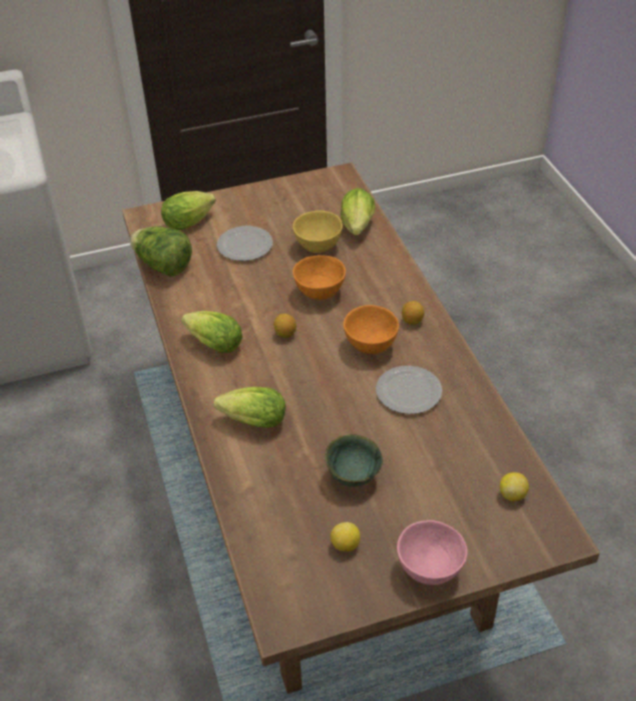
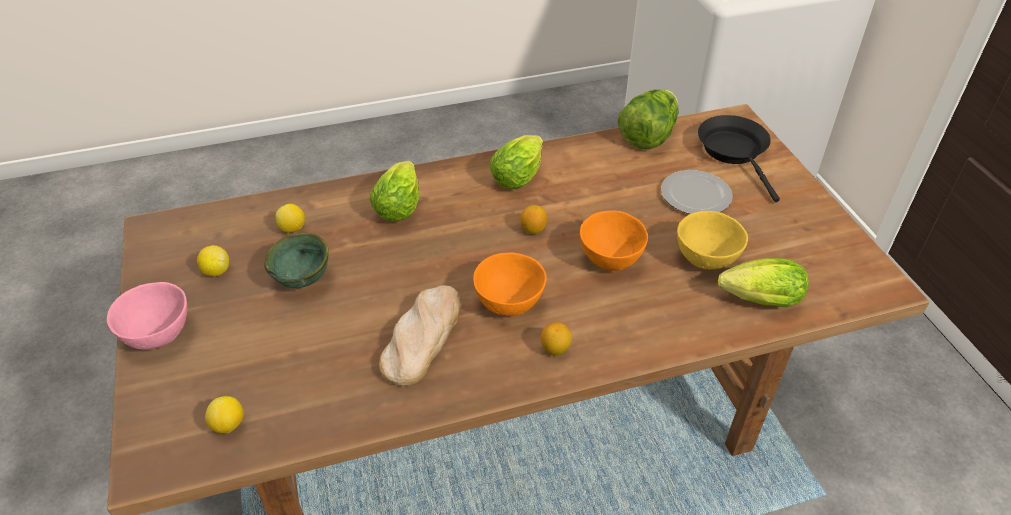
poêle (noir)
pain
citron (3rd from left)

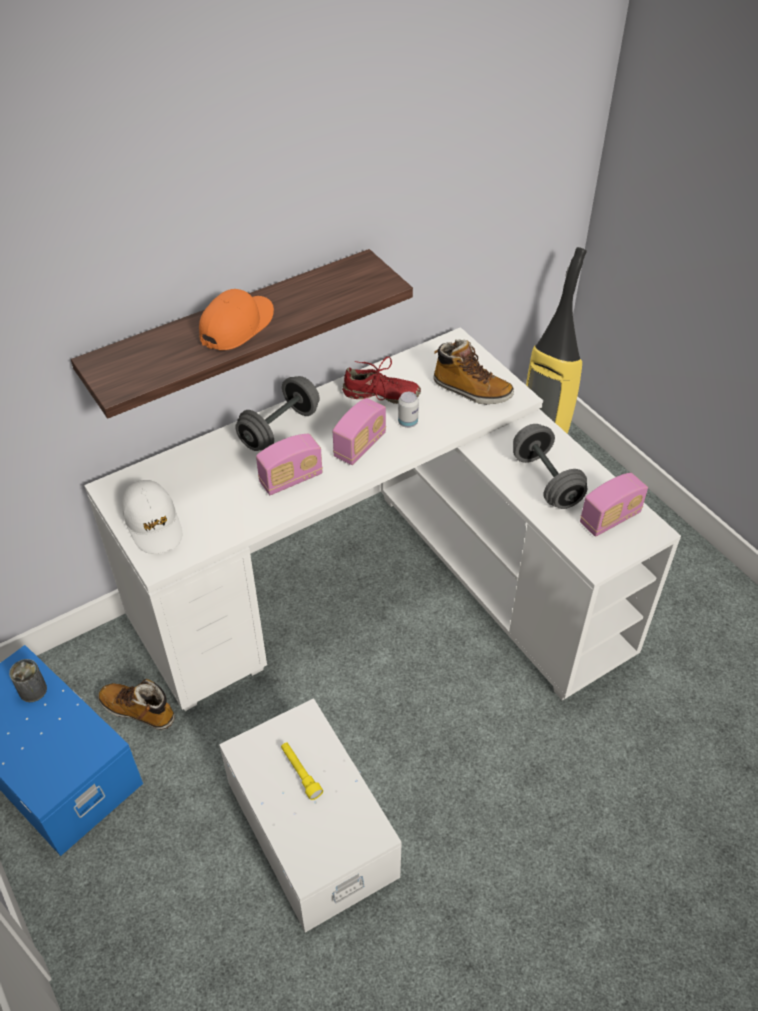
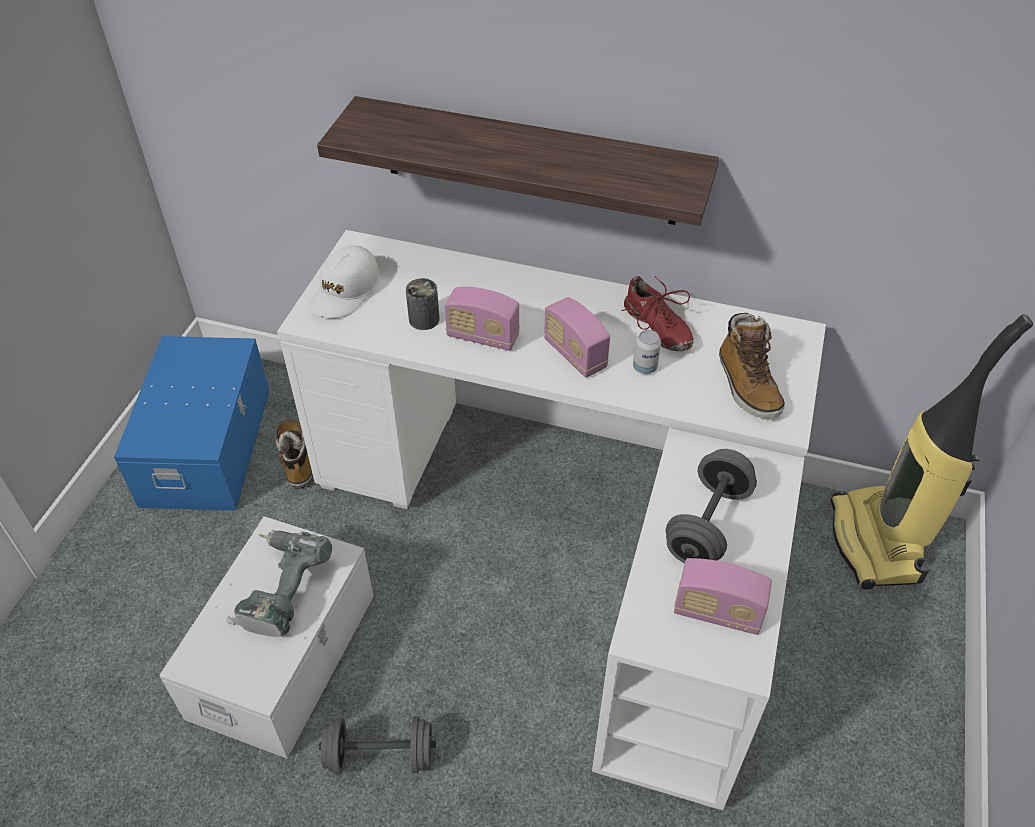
casquette (orange)
haltère (gris) (1st from left)
radio (2nd from left)
boîte métallique (1st from left)
perceuse

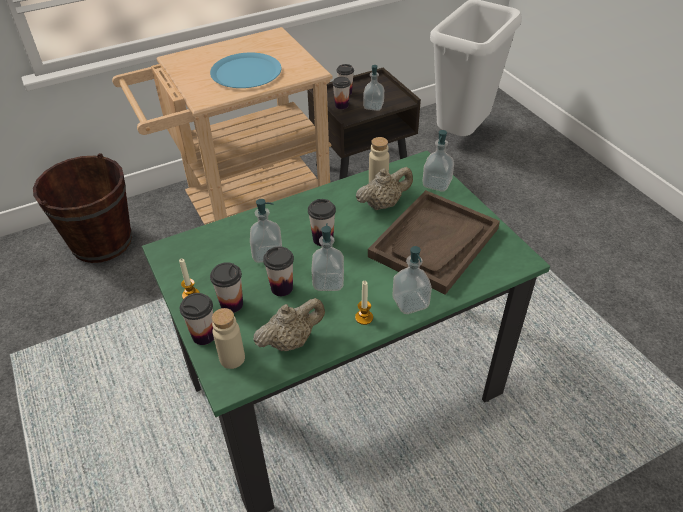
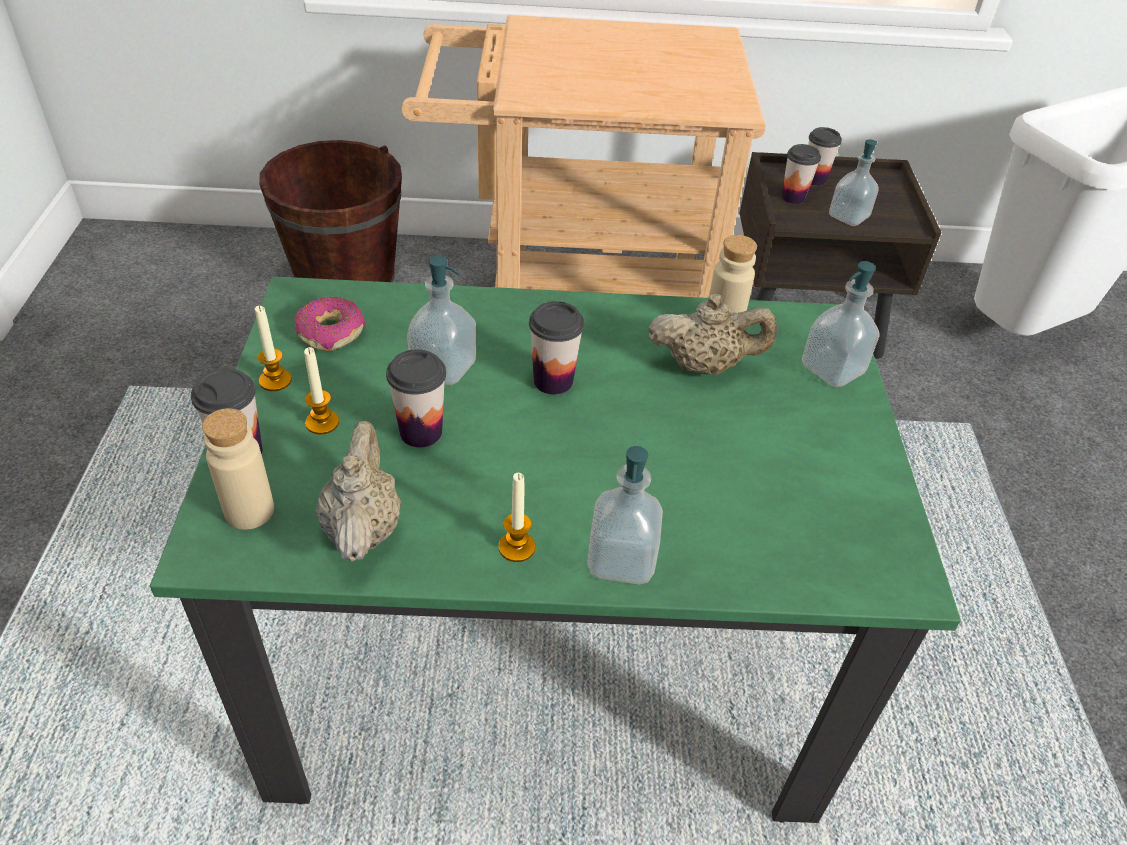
assiette (bleu)
plateau (marron)
distributeur de savon (2nd from left in the first image)
bougie (2nd from left)
théière (beige) (1st from left)
beignet

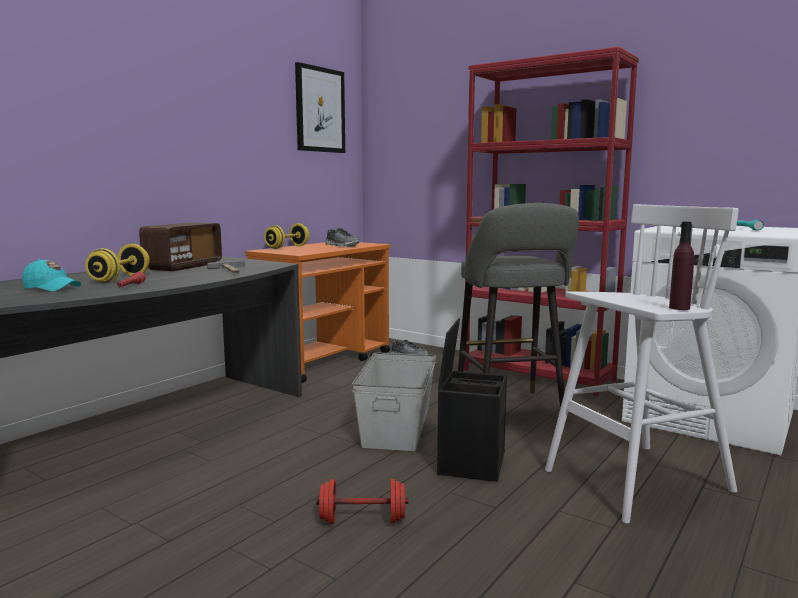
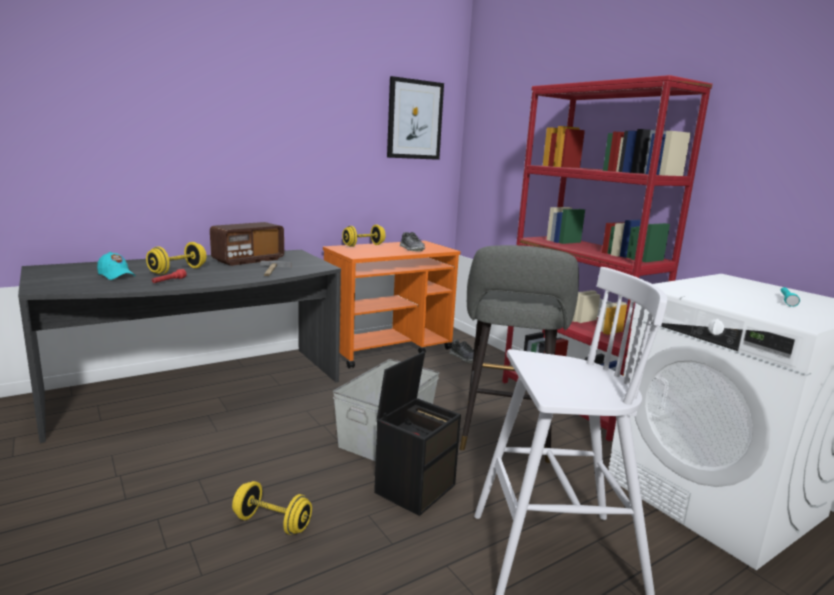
bouteille (violet)
haltère (jaune) (2nd from left)

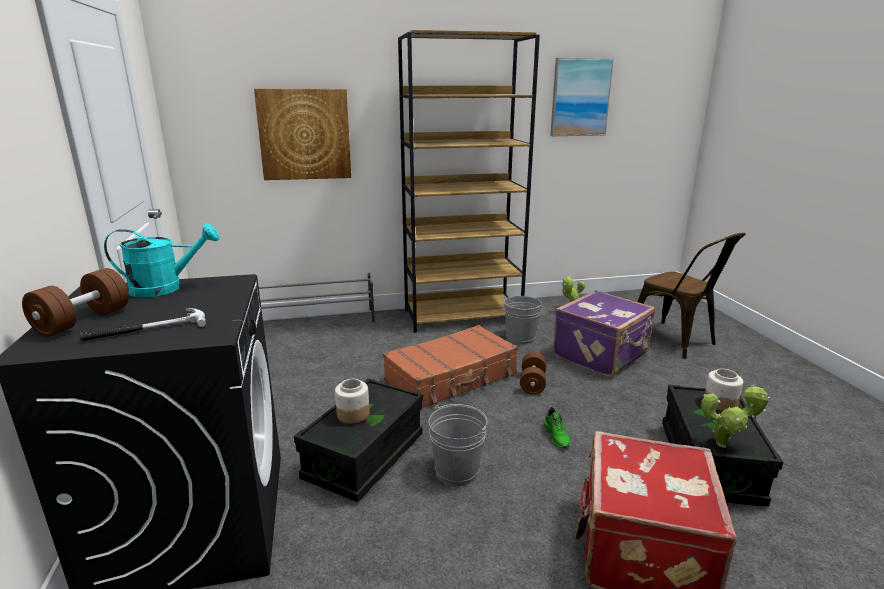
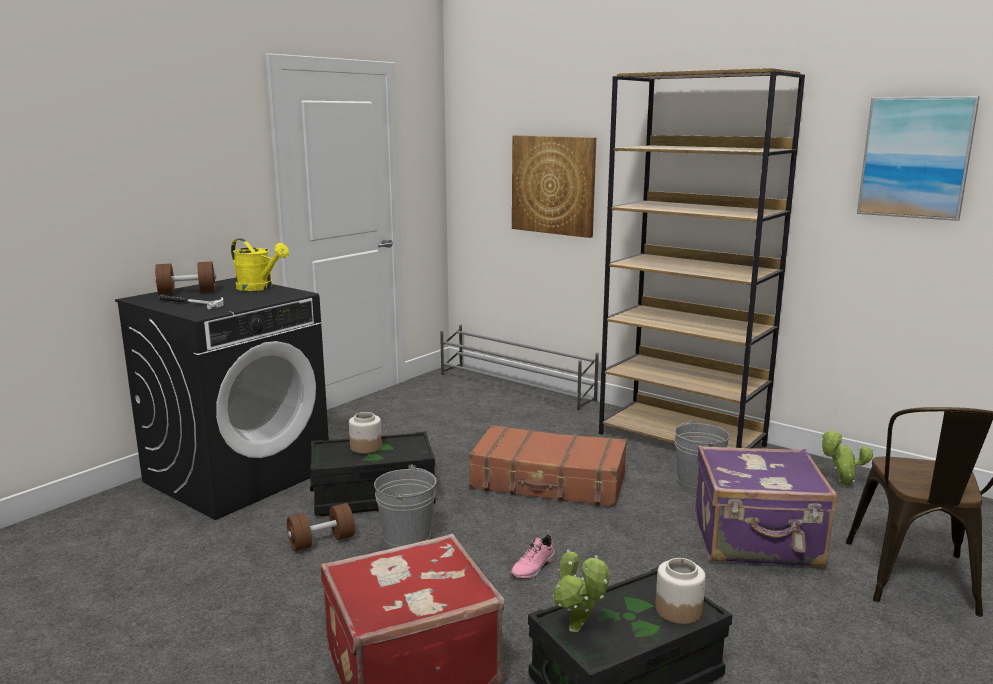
arrosoir (jaune)
haltère (marron) (2nd from left)
chaussure (rose)

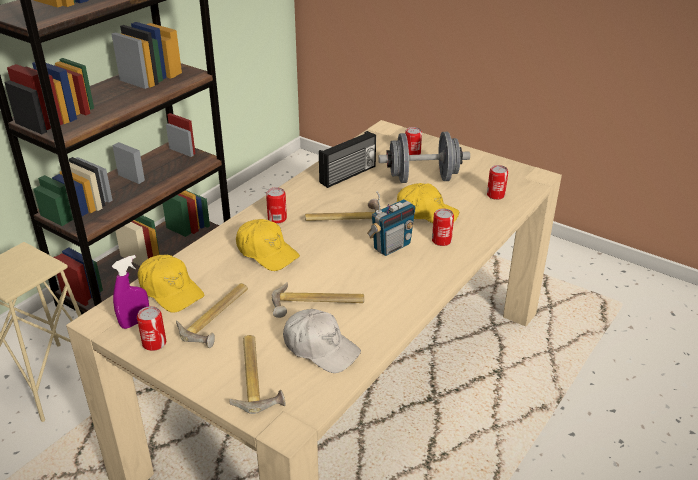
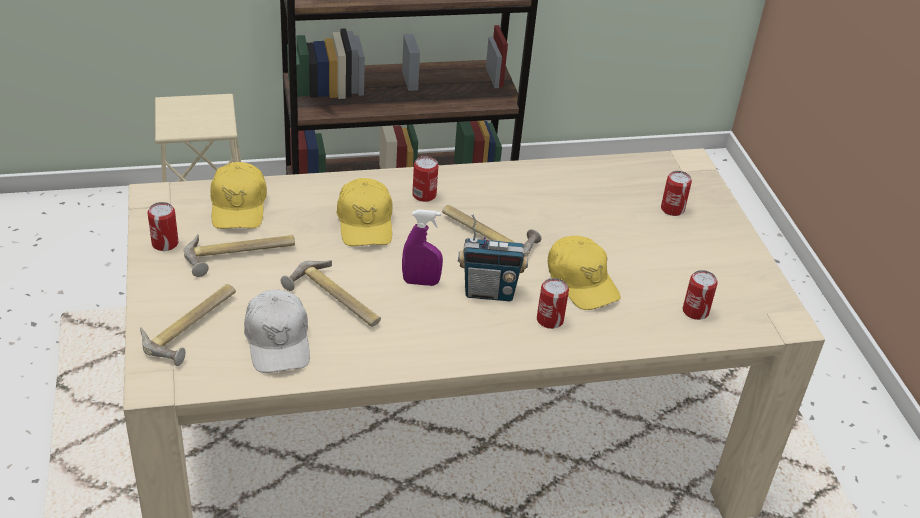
radio (1st from left in the first image)
haltère (gris)
vaporisateur (violet)

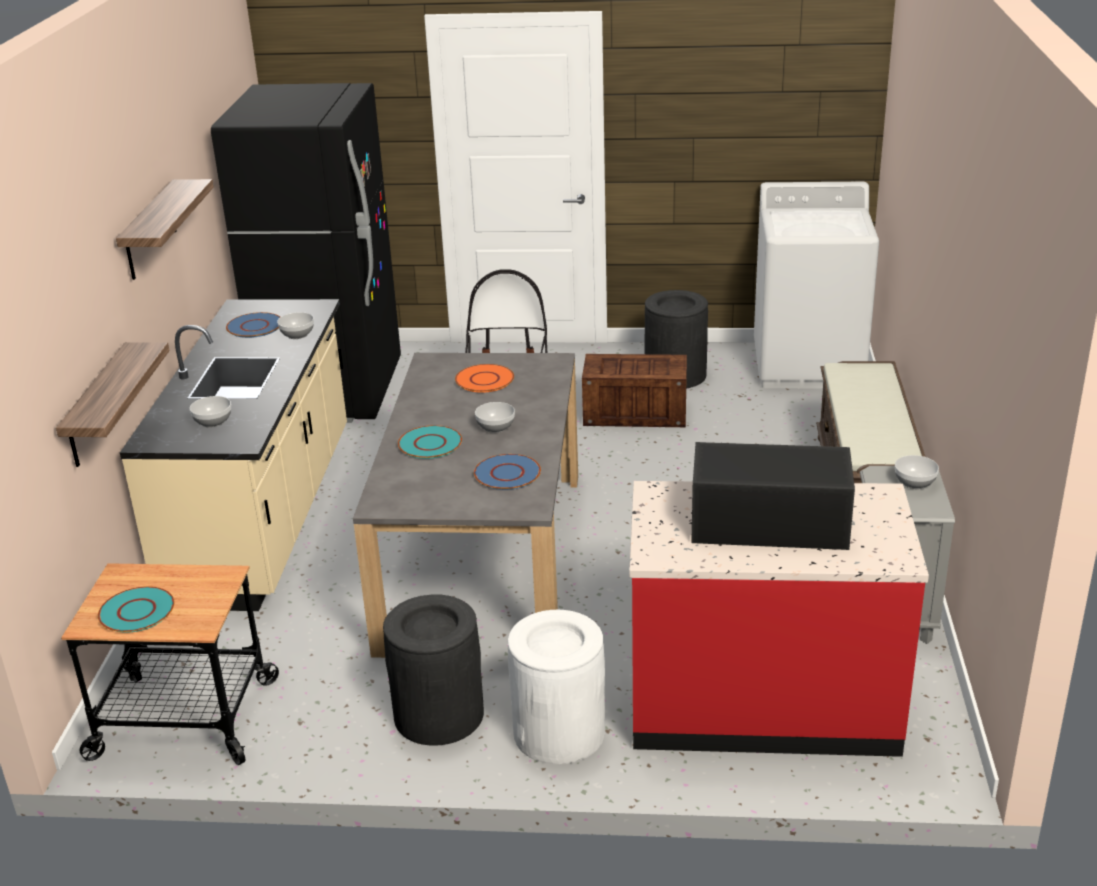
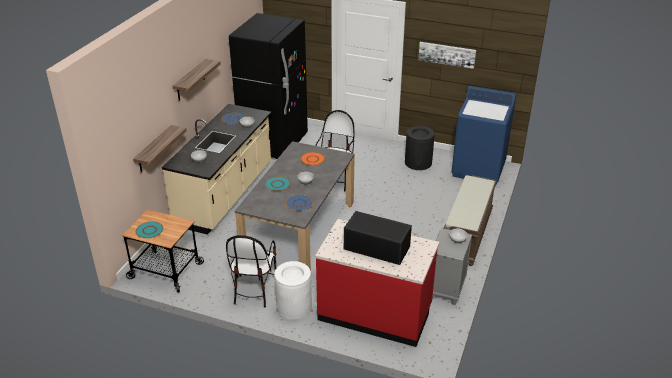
lave-linge (bleu)
caisse
chaise (1st from left)
tableau

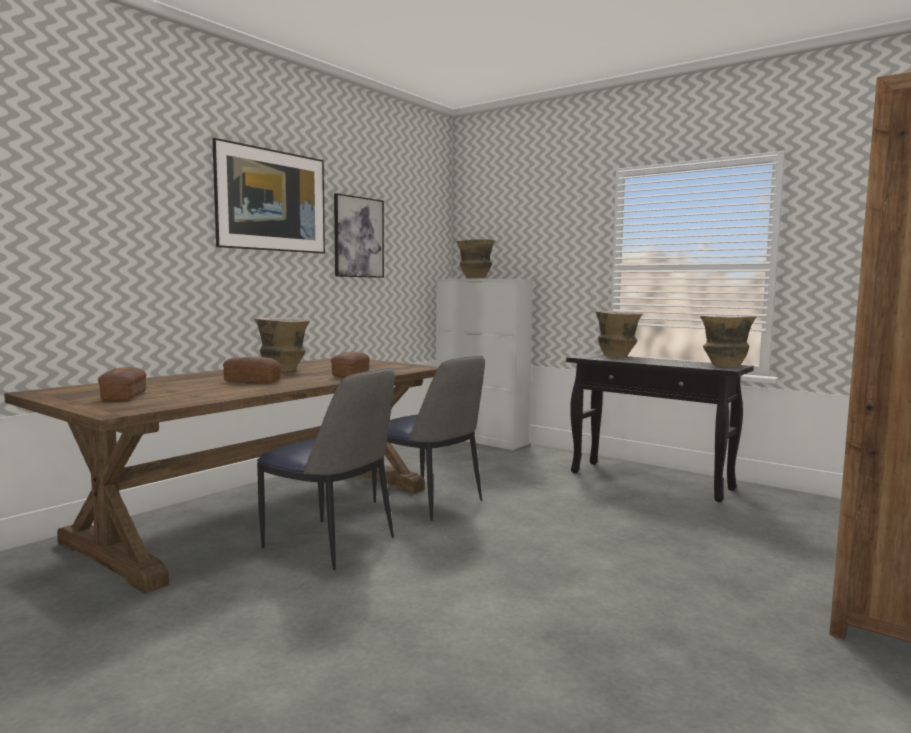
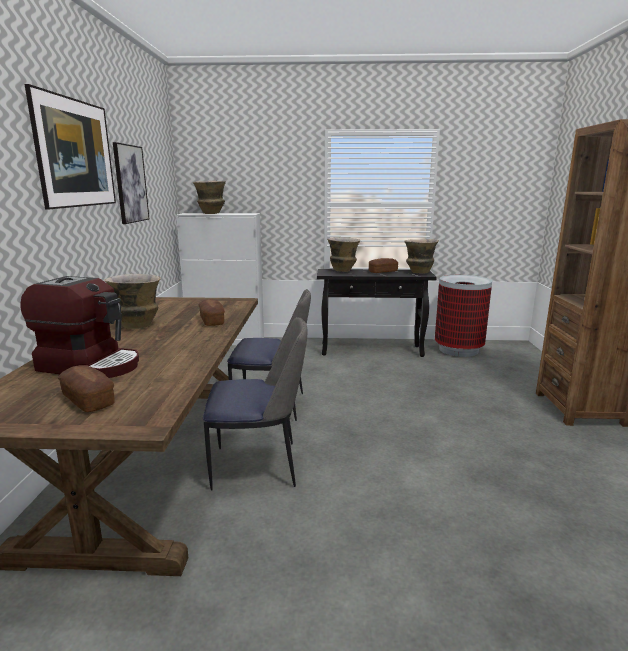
pain (3rd from left)
poubelle
machine à café

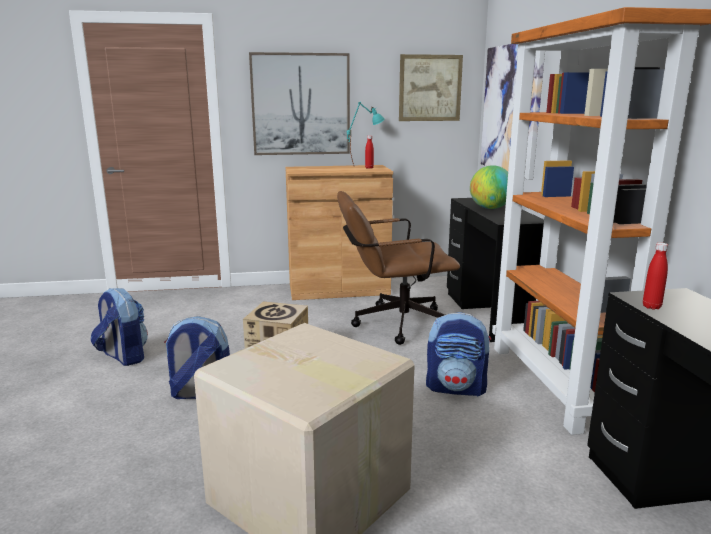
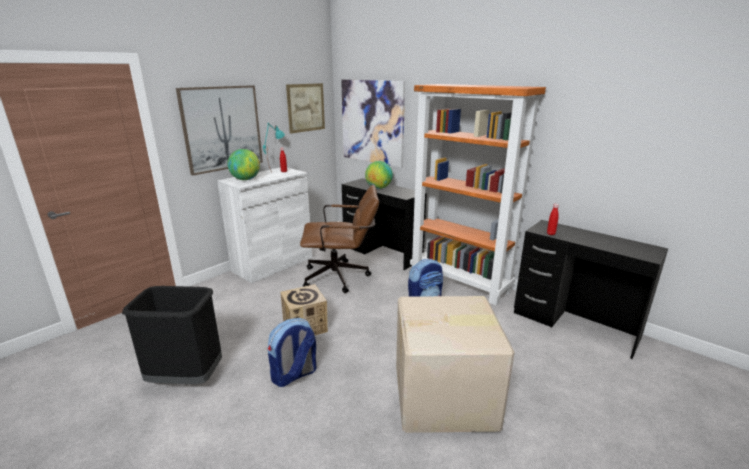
meuble de rangement (blanc)
chaise de bureau (marron)
poubelle (noir)
globe (1st from left)

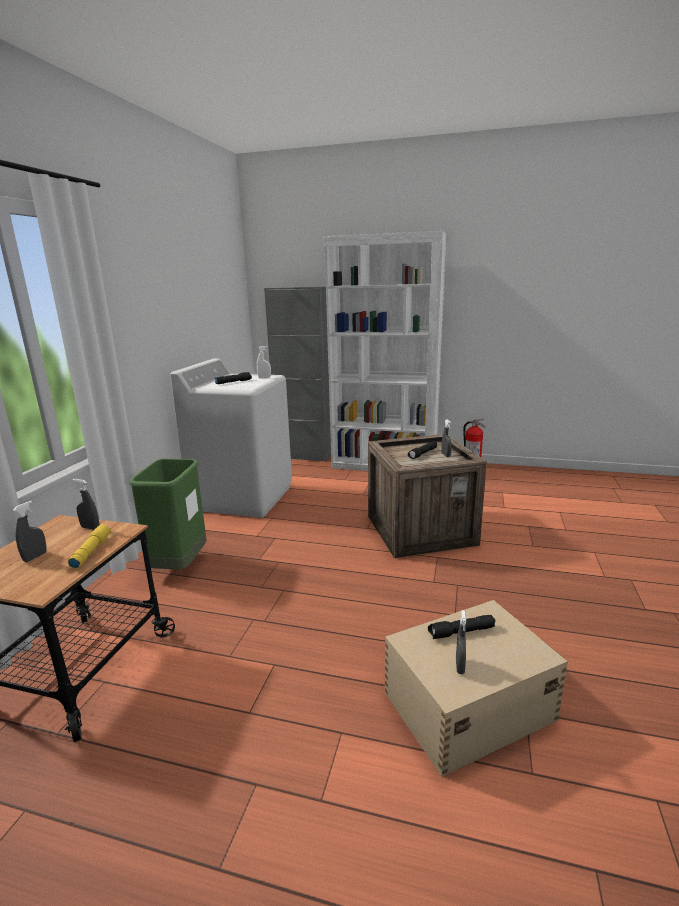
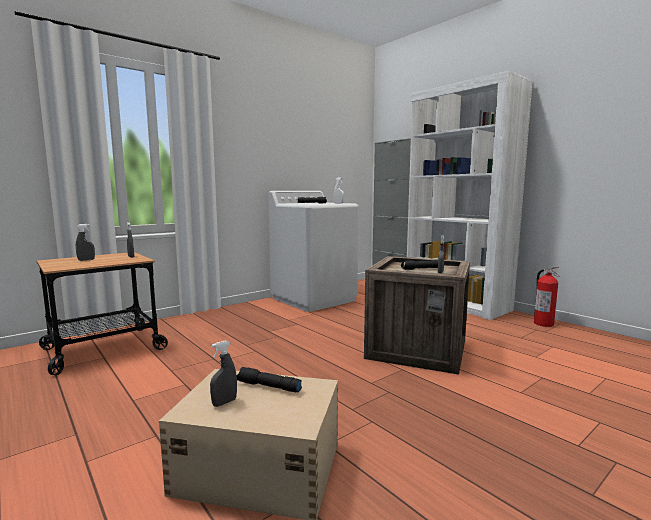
poubelle (vert)
lampe de poche (jaune)

